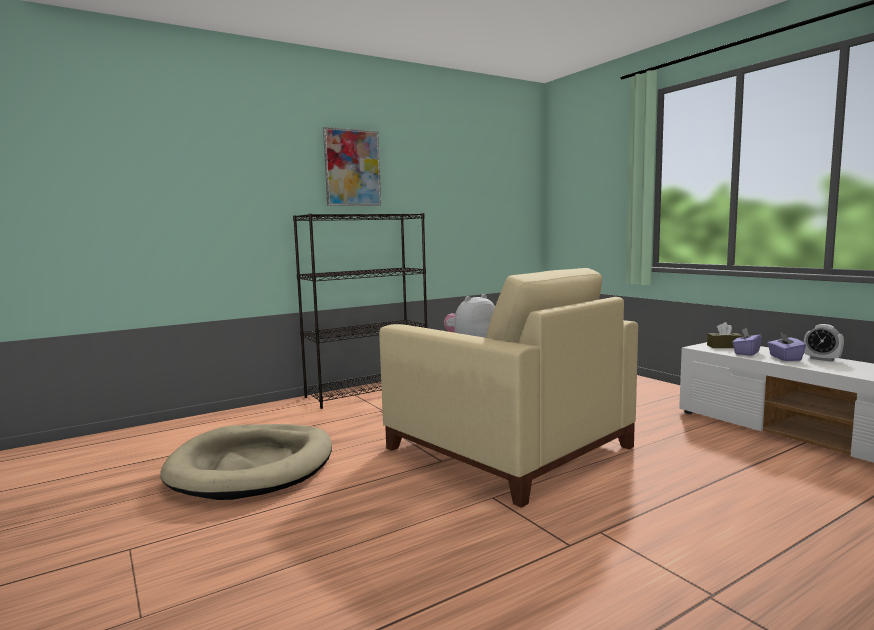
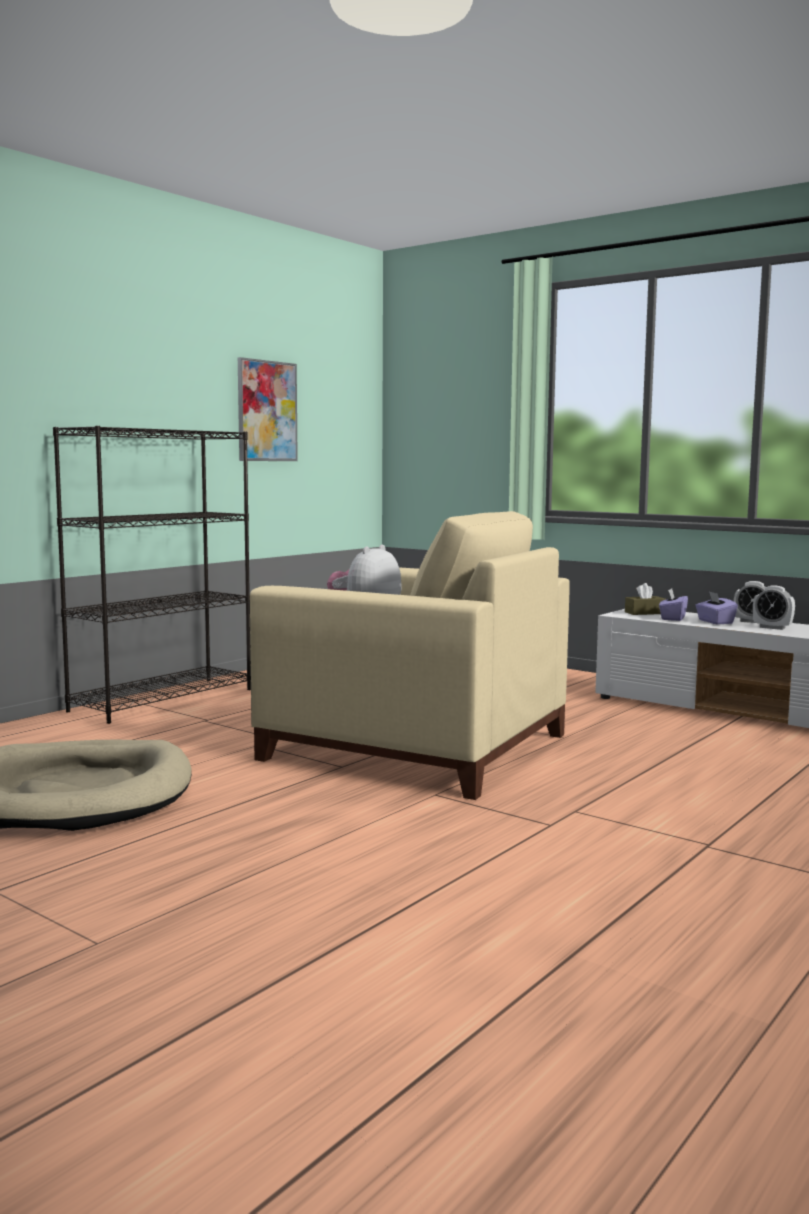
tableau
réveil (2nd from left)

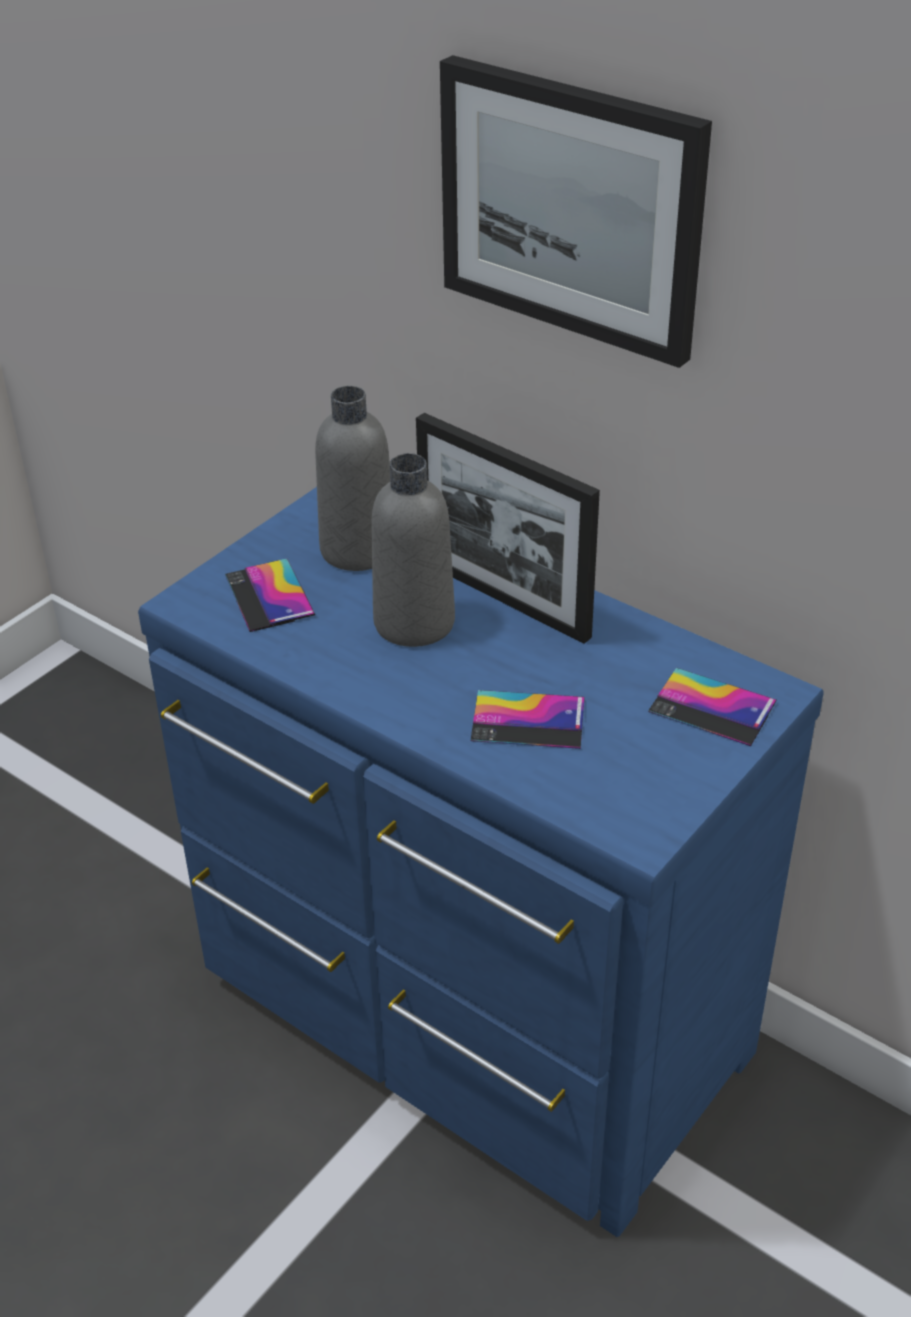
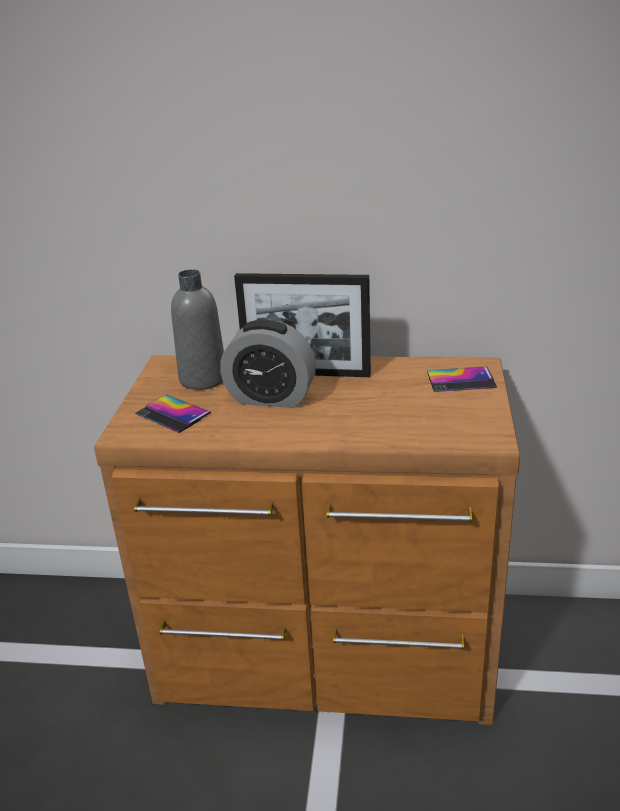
tableau
réveil
commode (marron)
téléphone (2nd from left in the first image)

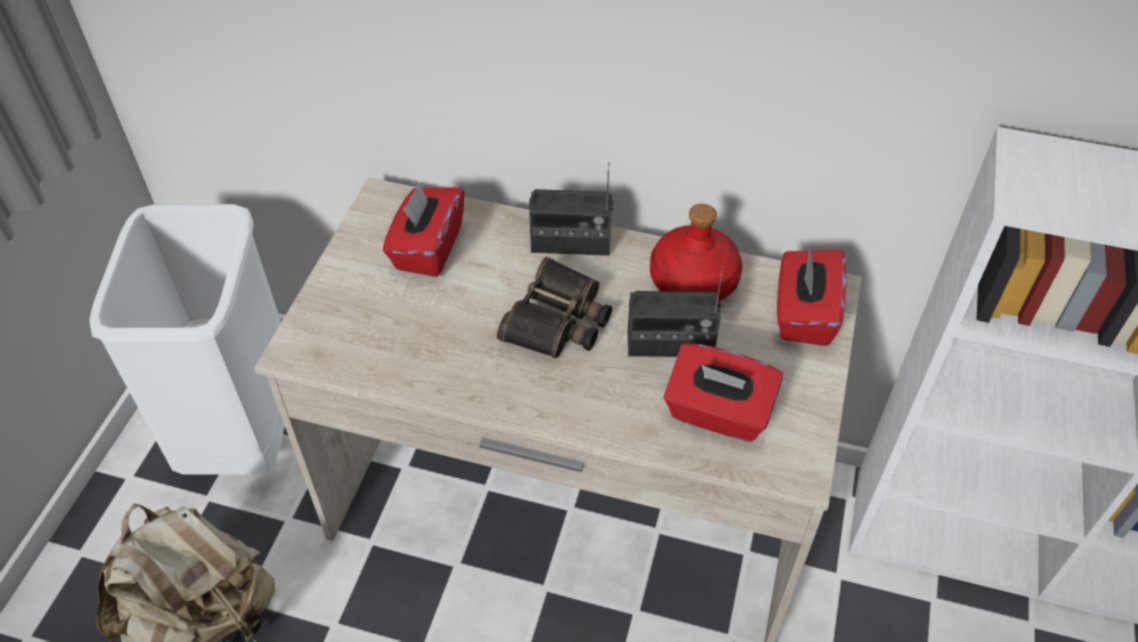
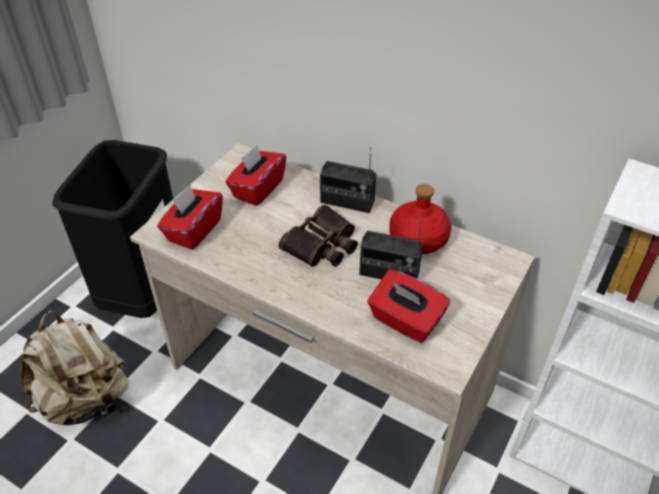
poubelle (noir)
boîte à mouchoirs (rouge) (1st from left)

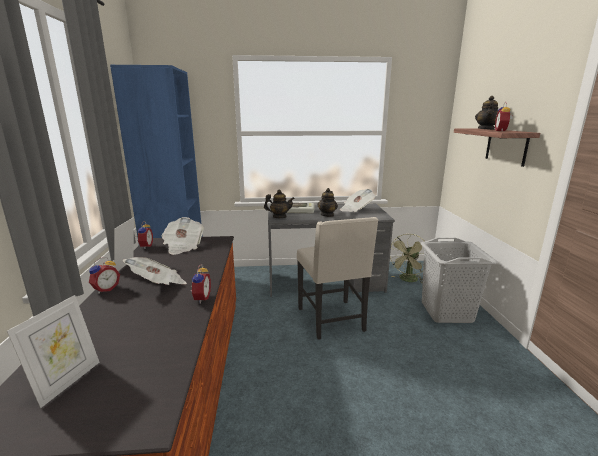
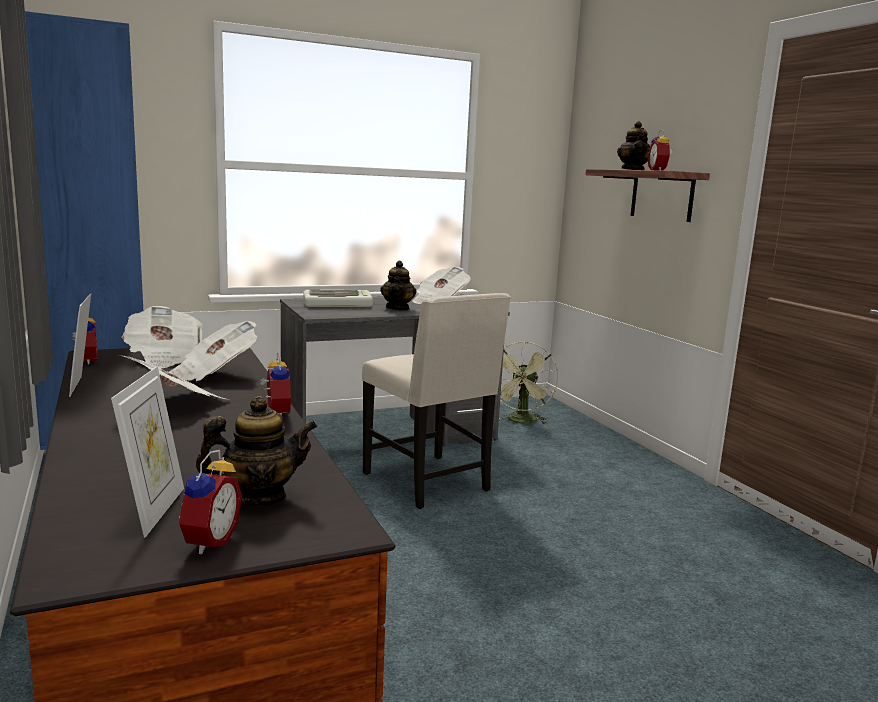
théière (1st from left)
panier à linge (gris)
réveil (2nd from left)
journal (3rd from left)

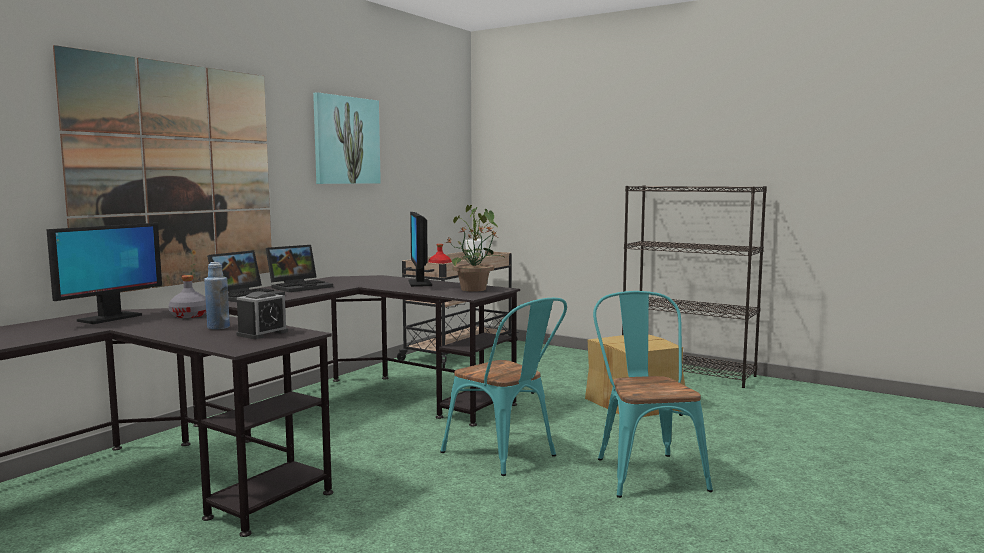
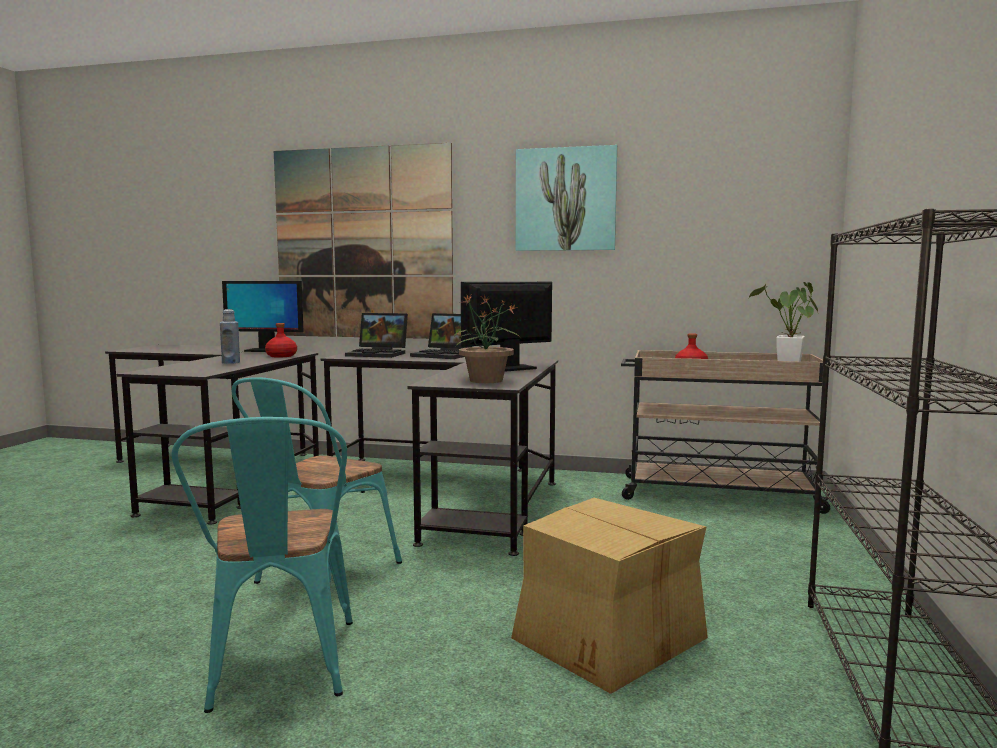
bouteille (rouge) (1st from left)
réveil
chaise (turquoise) (1st from left)

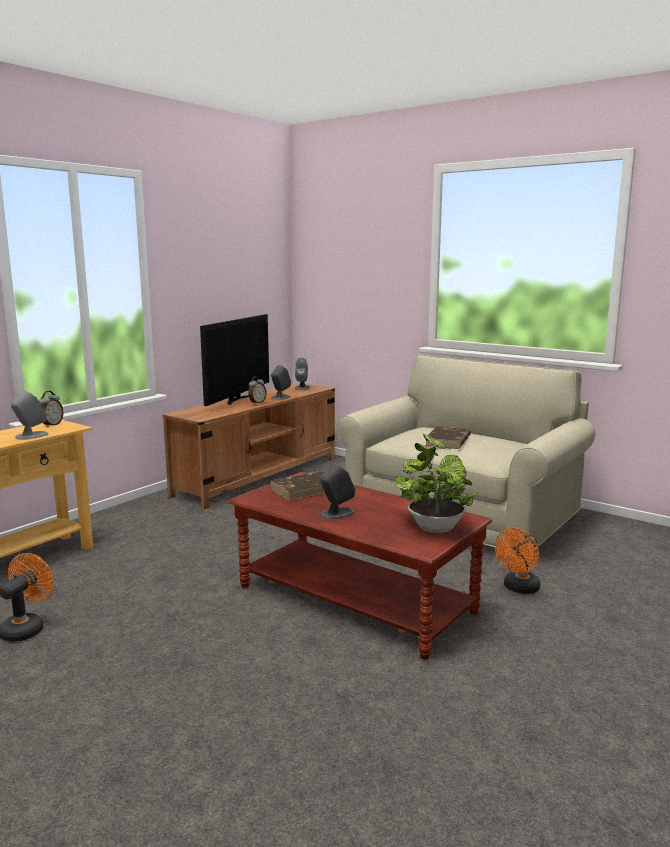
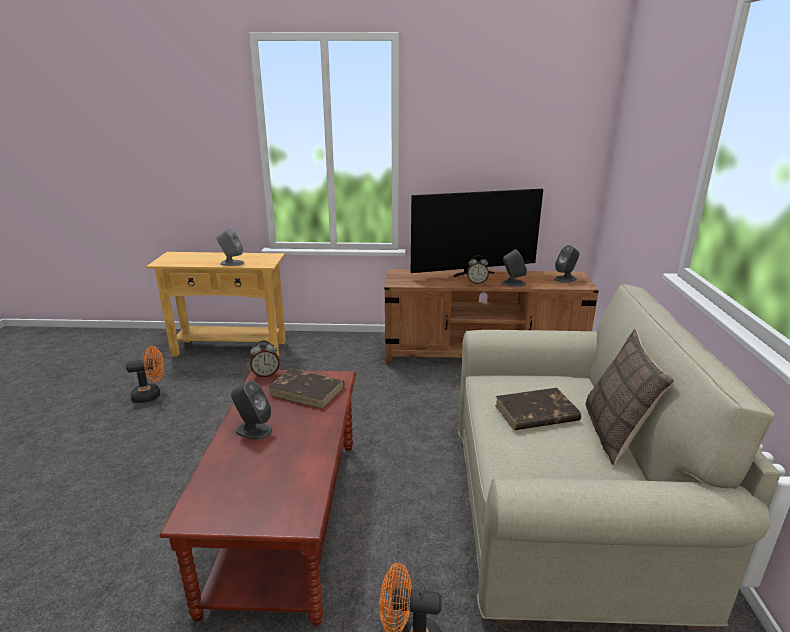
réveil (1st from left)
plante en pot
coussin

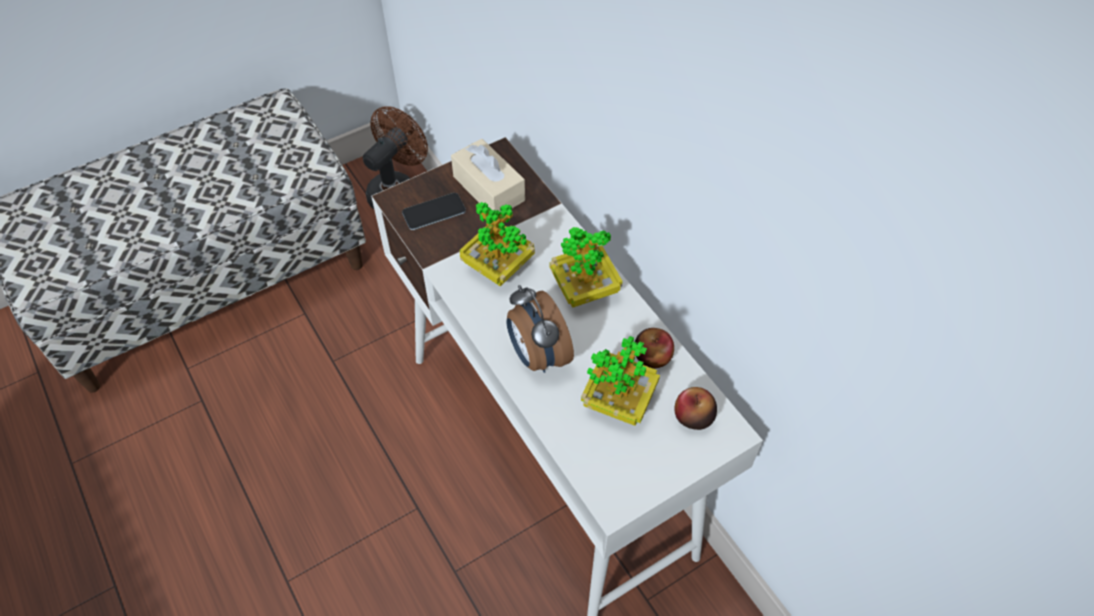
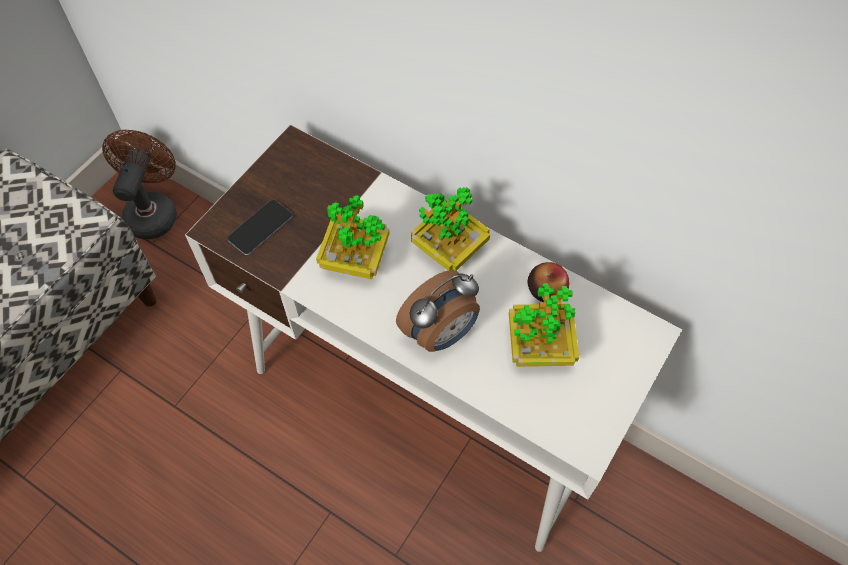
boîte à mouchoirs (beige)
réveil
pomme (2nd from left in the first image)

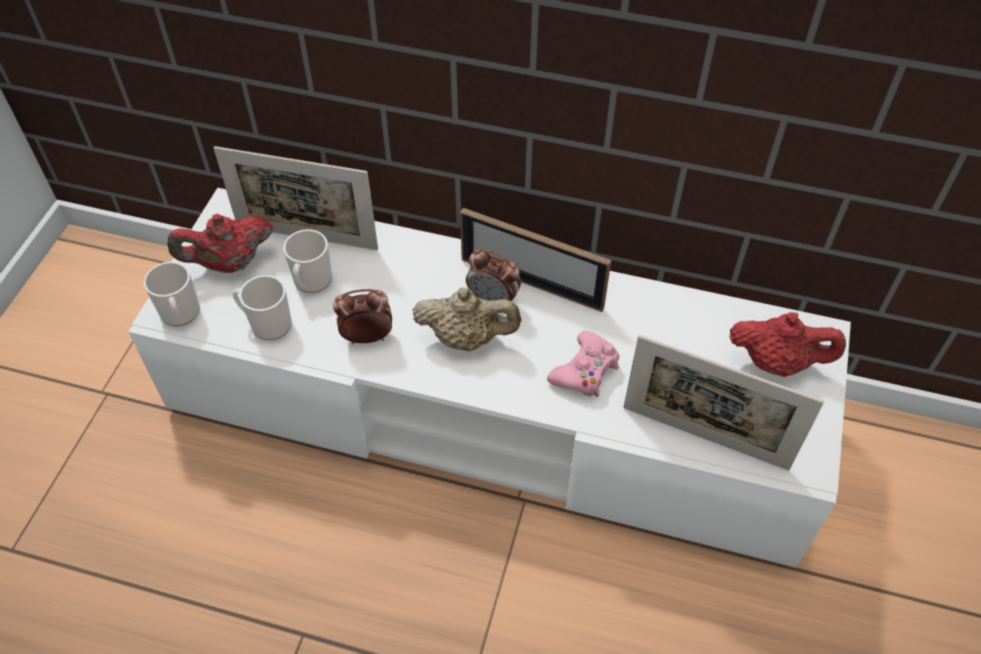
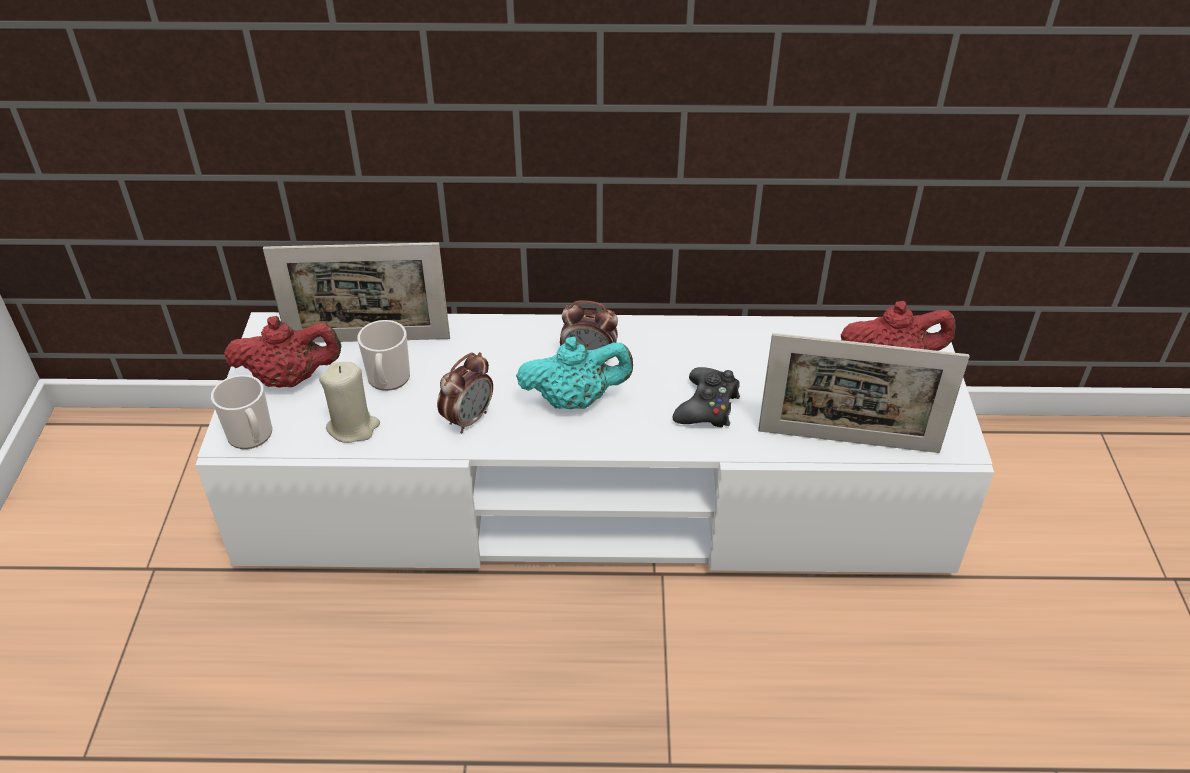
cadre photo (2nd from left in the first image)
théière (rouge) (1st from left)
bougie (beige)
théière (turquoise)
réveil (1st from left)
manette (noir)

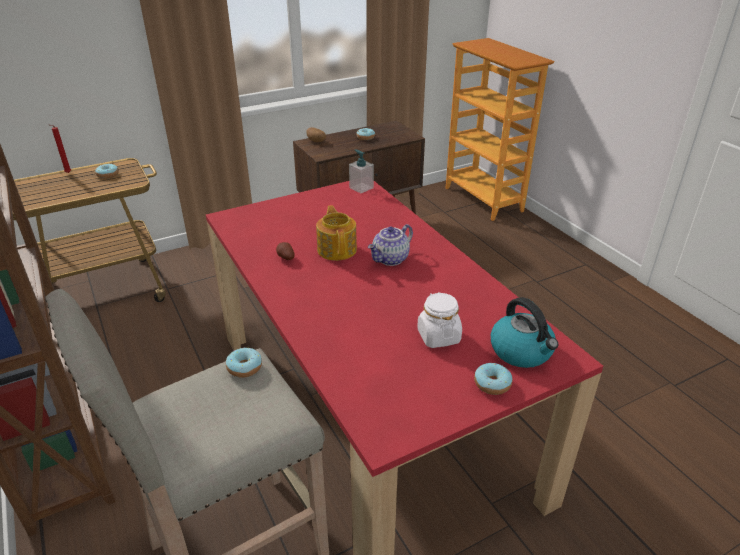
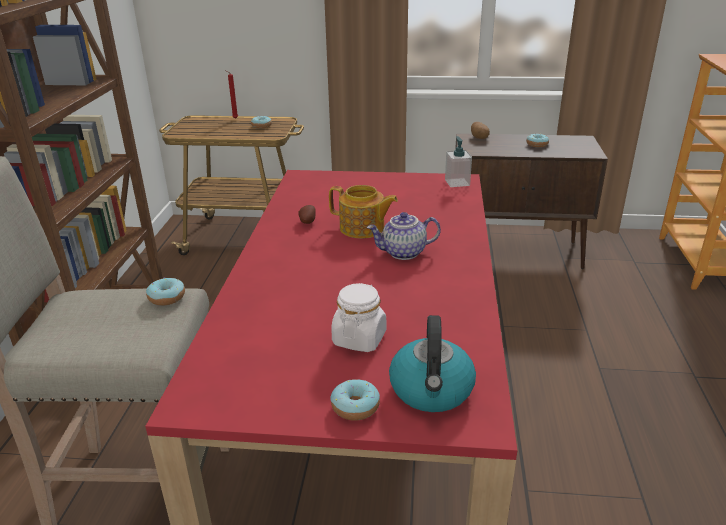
théière (1st from left)

